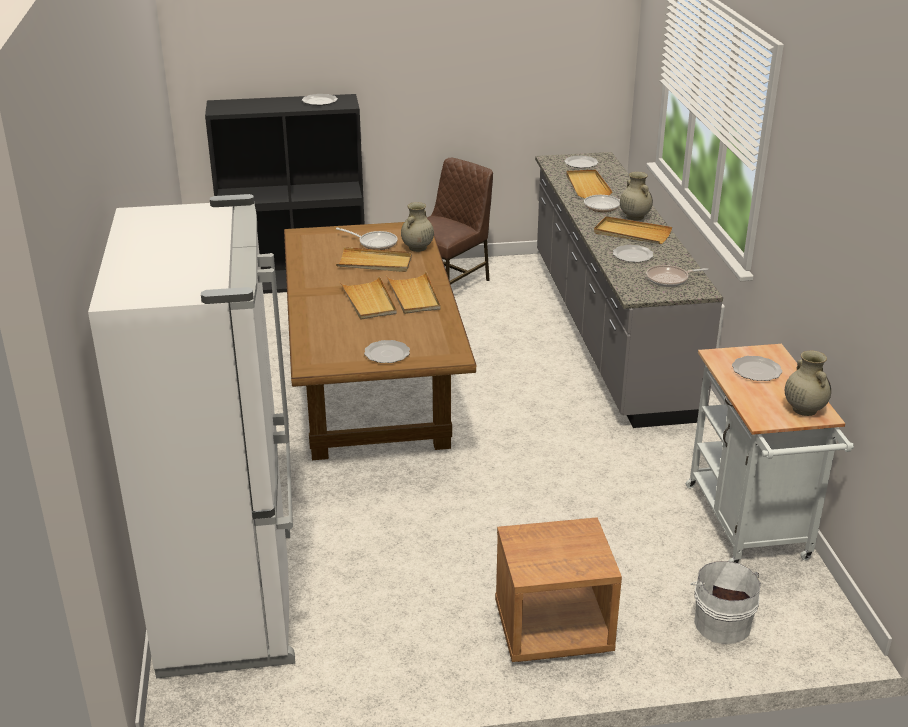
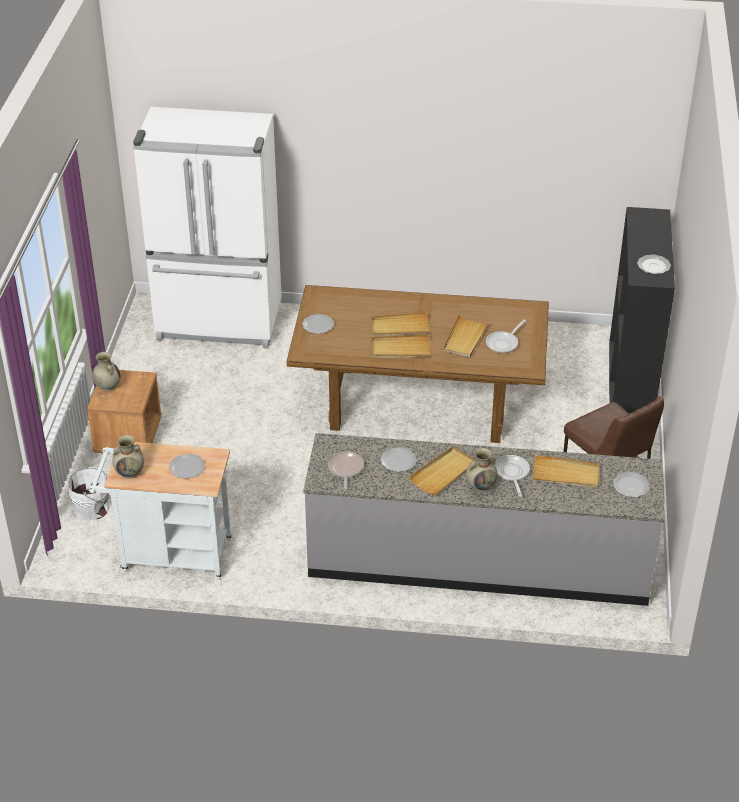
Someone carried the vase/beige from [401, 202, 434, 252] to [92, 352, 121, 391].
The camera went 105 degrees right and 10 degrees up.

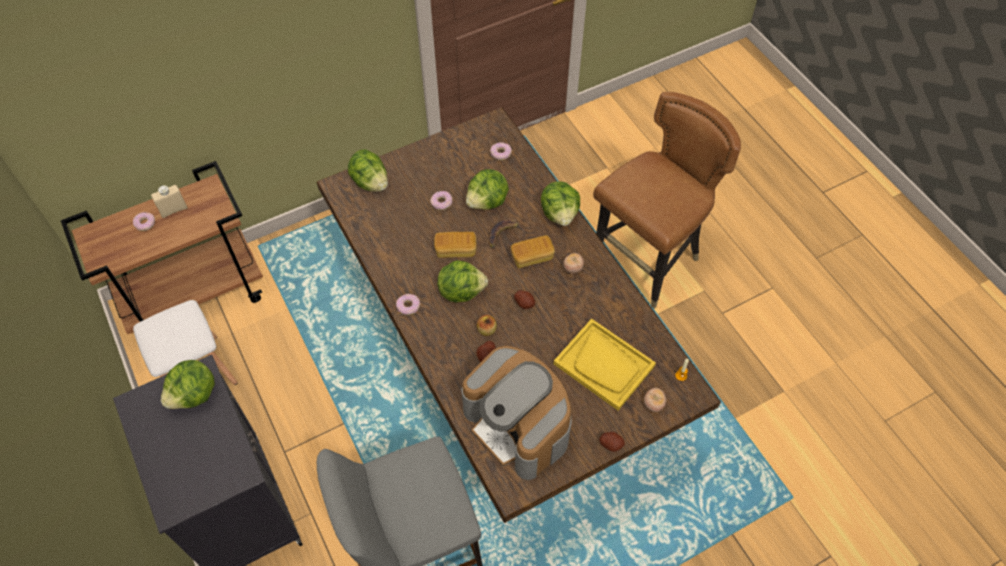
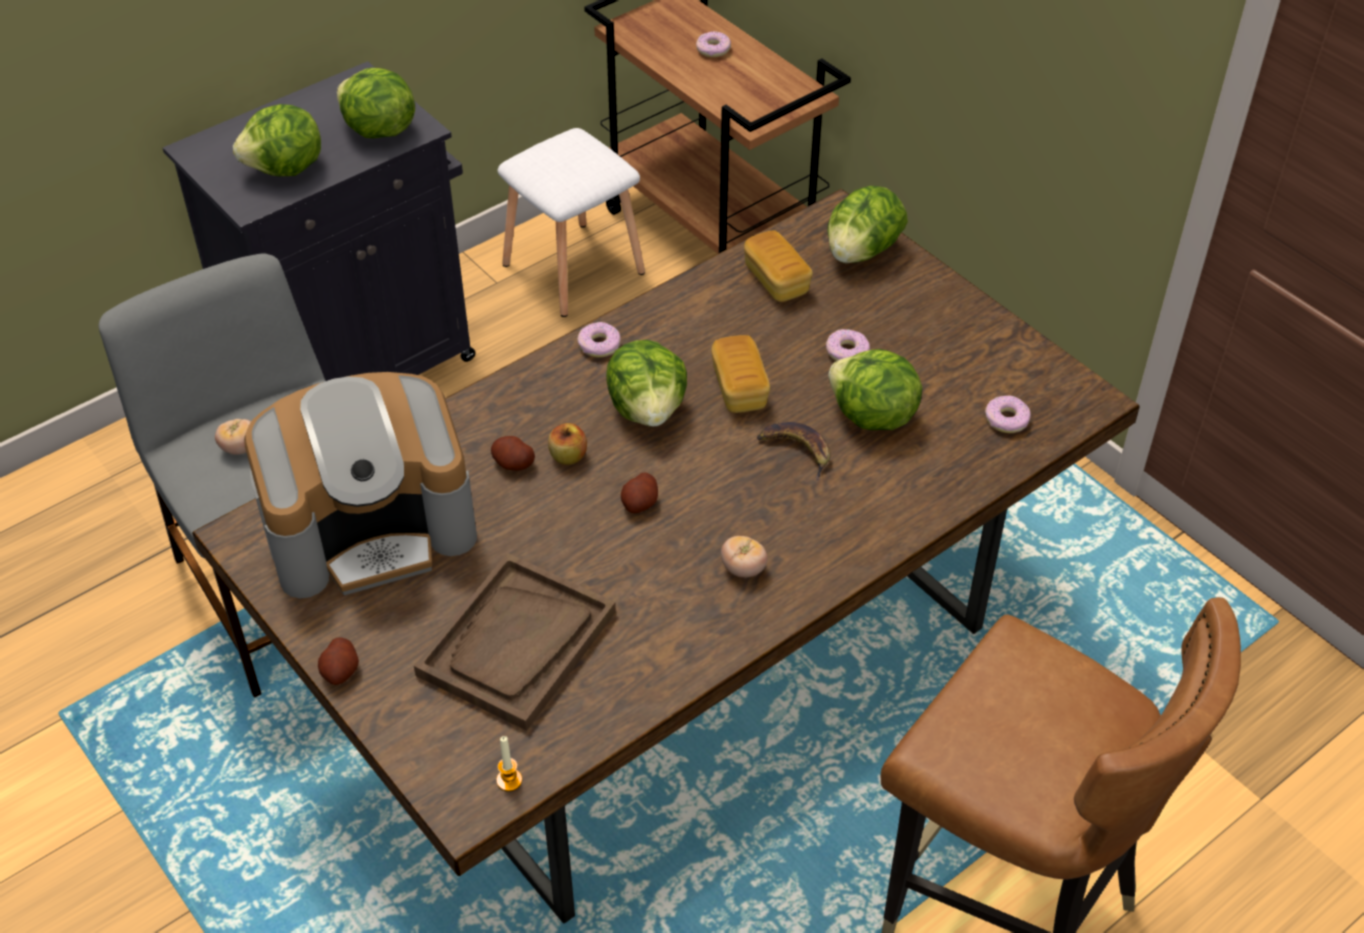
Someone carried the tomato from [644, 388, 666, 412] to [215, 419, 251, 455].
Someone carried the lettuce from [541, 181, 580, 226] to [233, 104, 321, 176].
Someone rotated the coffee machine at [461, 346, 572, 480] by 150 degrees counterclockwise.
Someone repainted the tray/yellow at [554, 318, 656, 410], which became the tray/brown at [414, 553, 616, 731].
Someone carried the bread from [511, 235, 555, 268] to [744, 230, 813, 302].
Someone took away the bottle/beige at [151, 185, 188, 218].
The camera went 80 degrees right and 10 degrees down.

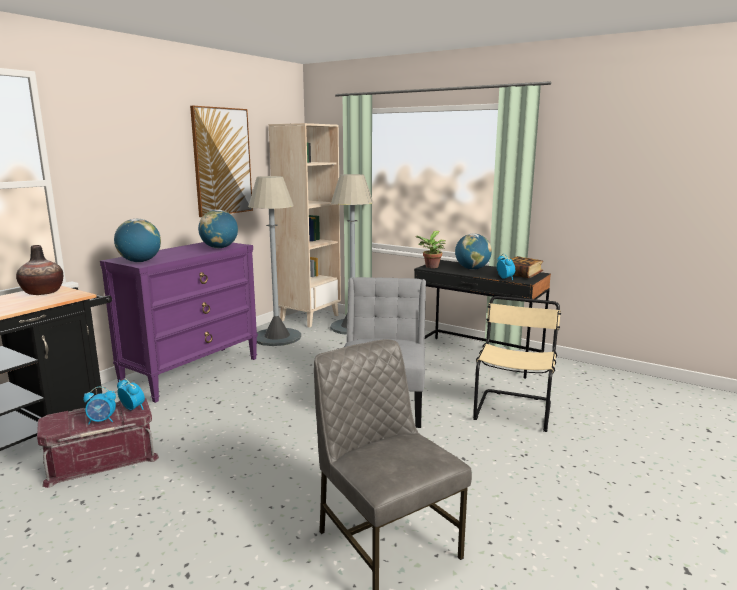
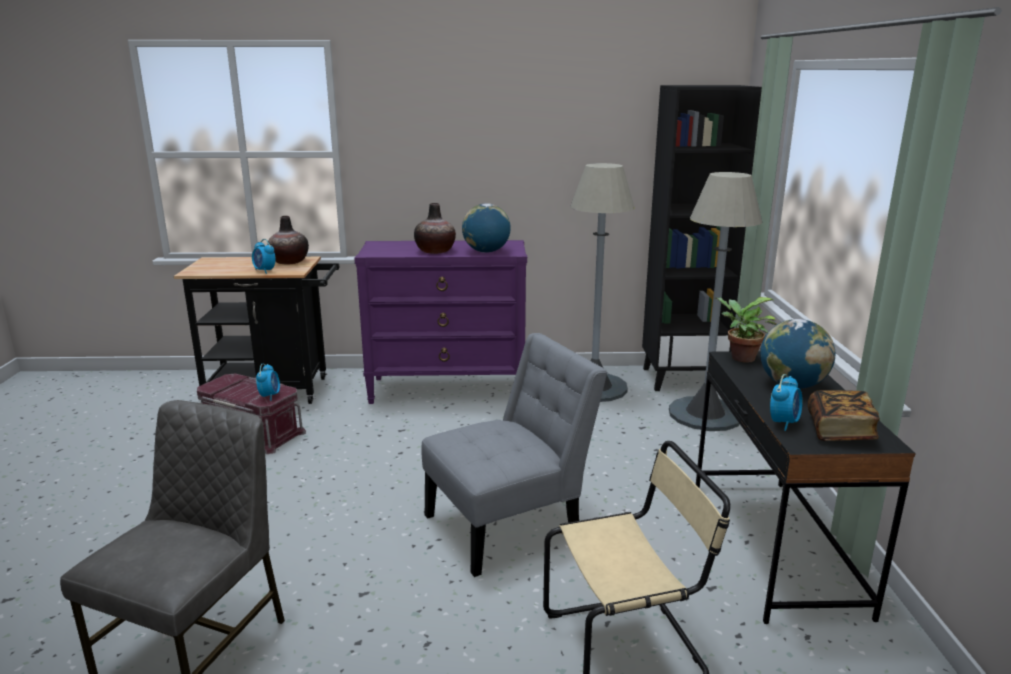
Someone carried the alarm clock from [83, 387, 116, 425] to [252, 239, 275, 274].
Someone put down the vase at [414, 203, 456, 254].
Someone repainted the bookcase/beige at [269, 123, 341, 327], which became the bookcase/black at [642, 85, 762, 391].
Someone took away the globe at [114, 219, 161, 262].
Someone took away the picture at [190, 106, 253, 218].
The camera went 55 degrees right and 5 degrees up.

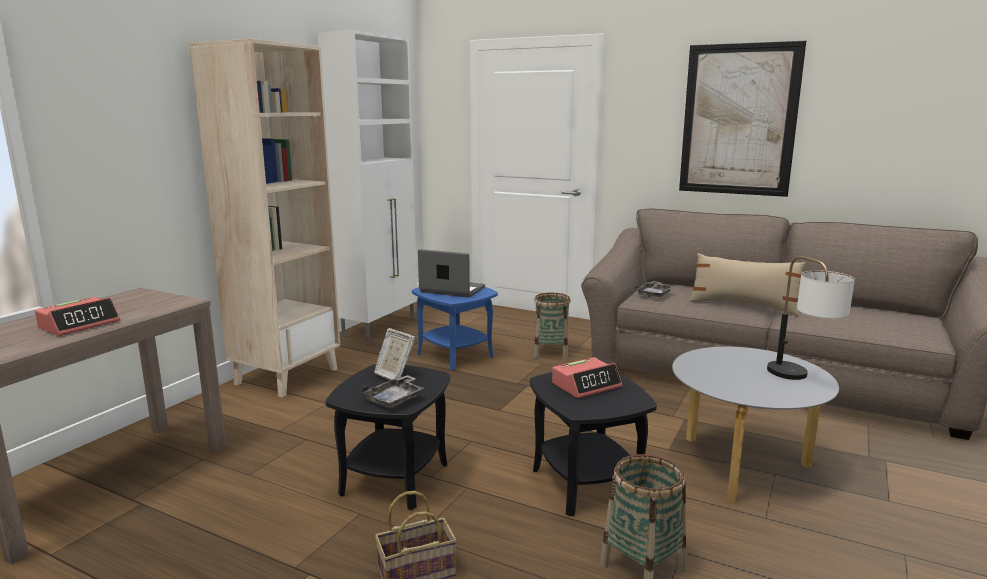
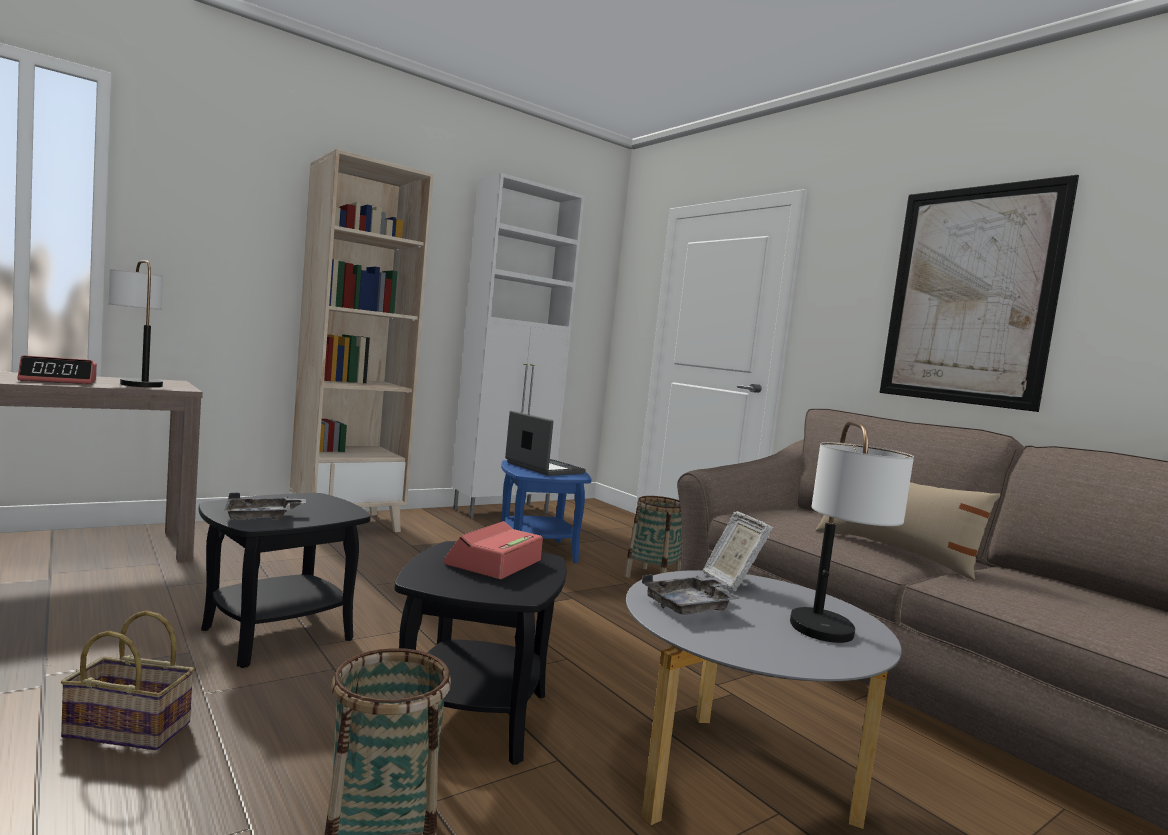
Someone put down the table lamp at [109, 260, 163, 387].
Someone rotated the alarm clock at [552, 357, 622, 398] by 120 degrees clockwise.
Someone carried the tray/grey from [635, 281, 674, 297] to [642, 574, 740, 615].
Someone carried the picture frame from [374, 328, 415, 380] to [703, 511, 773, 591].
The camera went 25 degrees right and 10 degrees down.

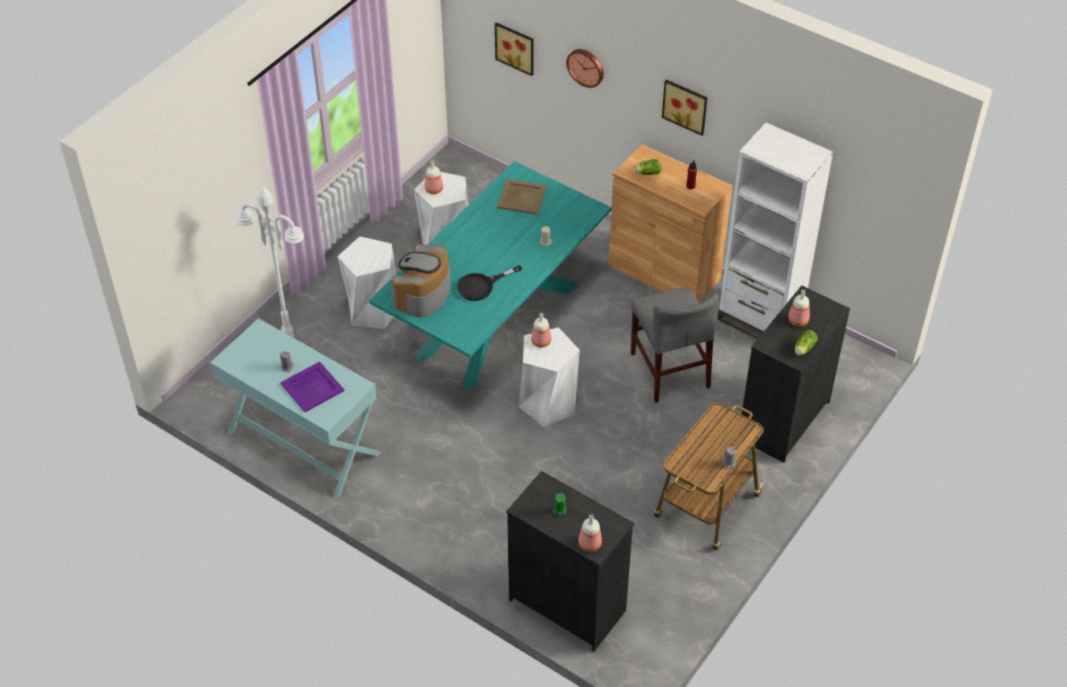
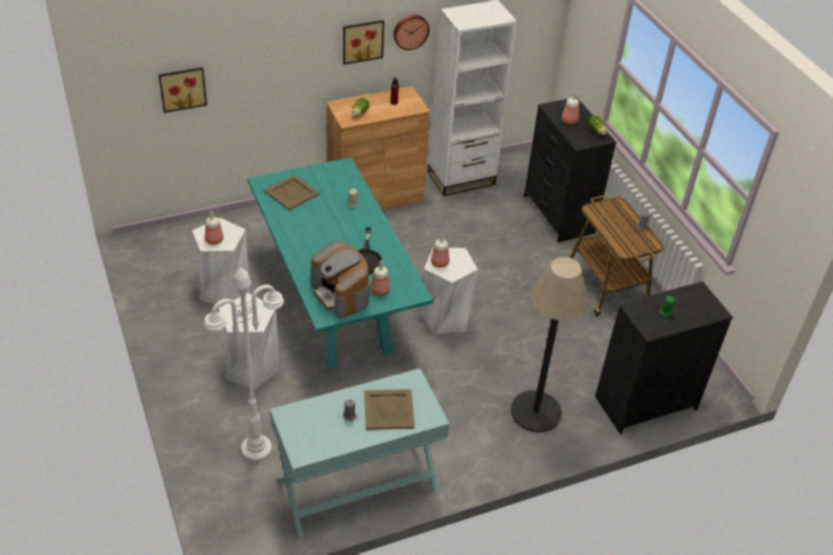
Someone repainted the tray/purple at [281, 361, 344, 412], which became the tray/beige at [364, 389, 415, 430].
Someone carried the bottle from [578, 514, 602, 552] to [370, 260, 390, 296].
Someone carried the wall clock from [566, 49, 604, 88] to [393, 15, 429, 50].
Someone put down the floor lamp at [511, 257, 589, 432].
Someone took away the chair/grey at [631, 286, 719, 403].
The camera went 60 degrees left and 5 degrees down.

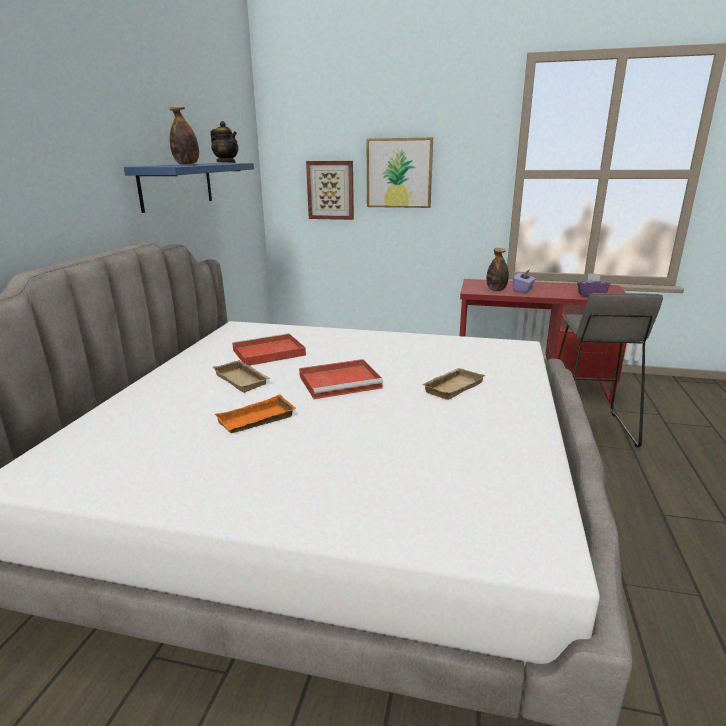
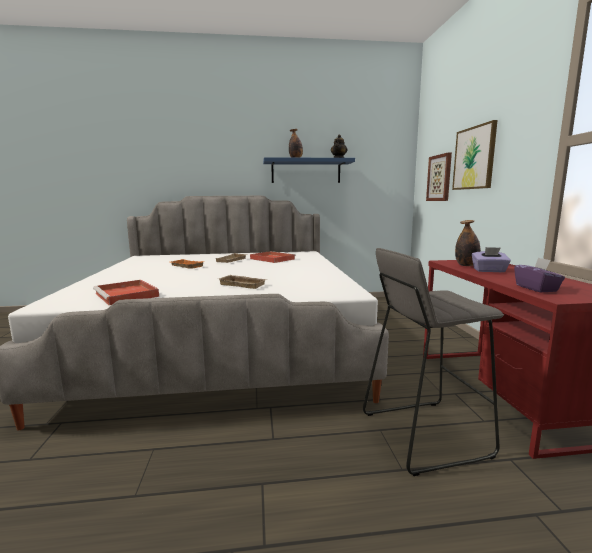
Someone carried the tray/red from [299, 359, 383, 399] to [93, 280, 159, 305].
The camera went 70 degrees right and 10 degrees down.

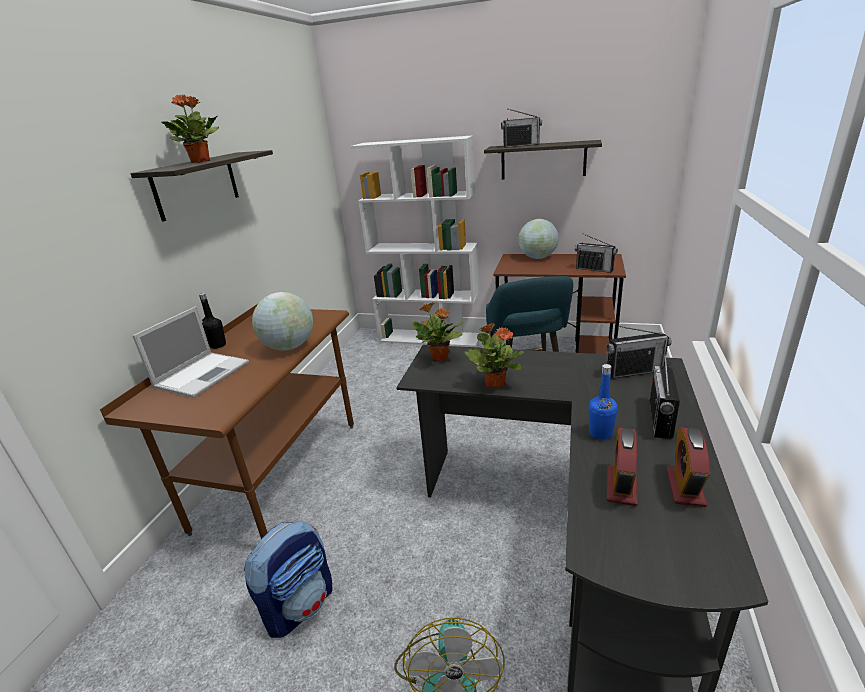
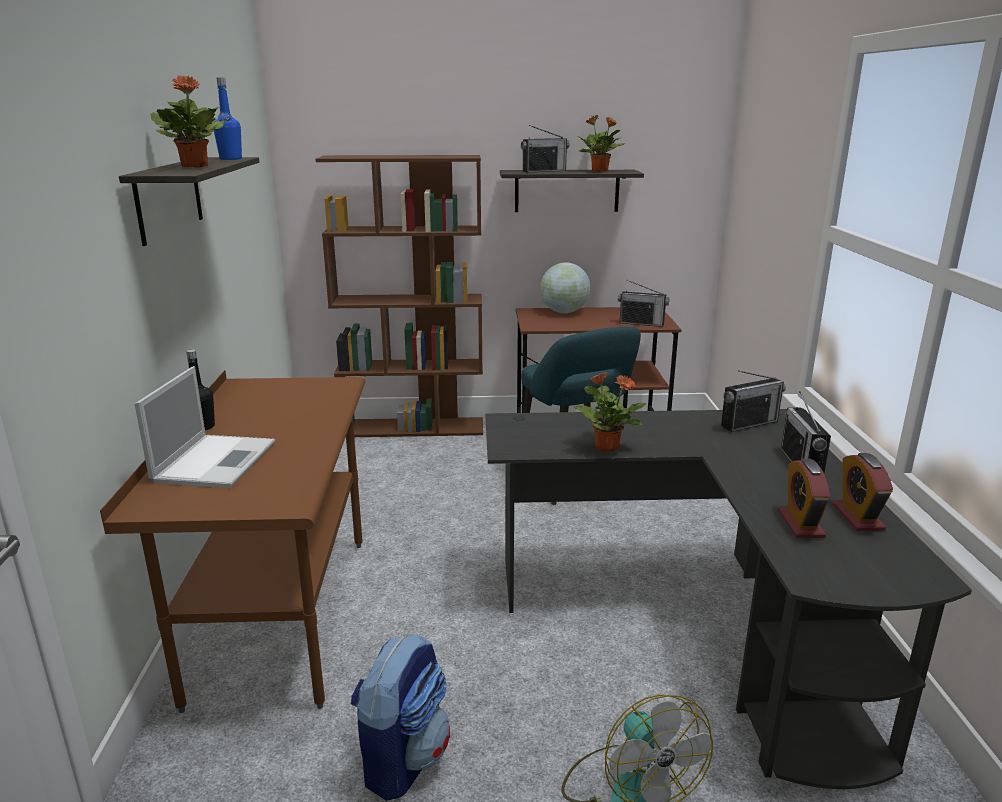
Someone carried the bottle/blue from [589, 364, 618, 440] to [214, 78, 242, 160].
Someone repainted the bookcase/white at [350, 135, 479, 347], which became the bookcase/brown at [316, 155, 483, 438].
Someone carried the potted plant from [412, 302, 463, 362] to [578, 115, 626, 172].
Someone took away the globe at [252, 292, 313, 351].
The camera went 20 degrees left and 5 degrees down.

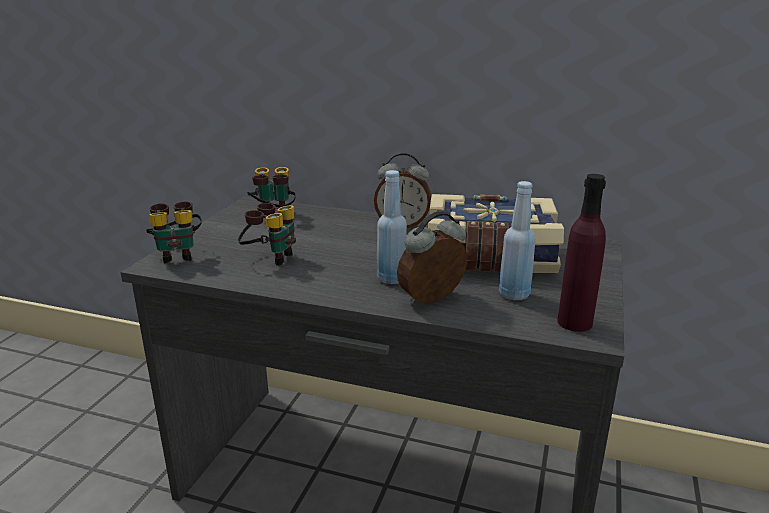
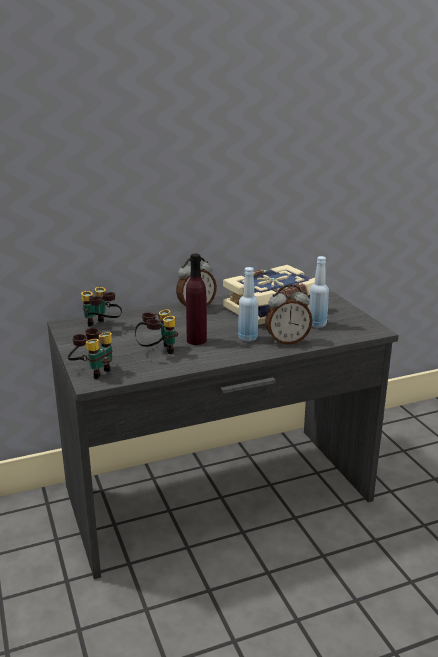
Someone carried the bottle/purple from [557, 174, 606, 332] to [186, 254, 207, 345].
Someone rotated the alarm clock at [397, 211, 467, 304] by 120 degrees counterclockwise.
The camera went 40 degrees left and 0 degrees up.

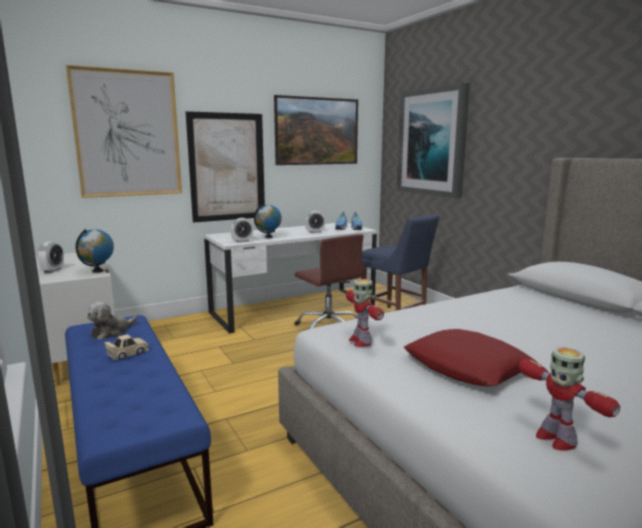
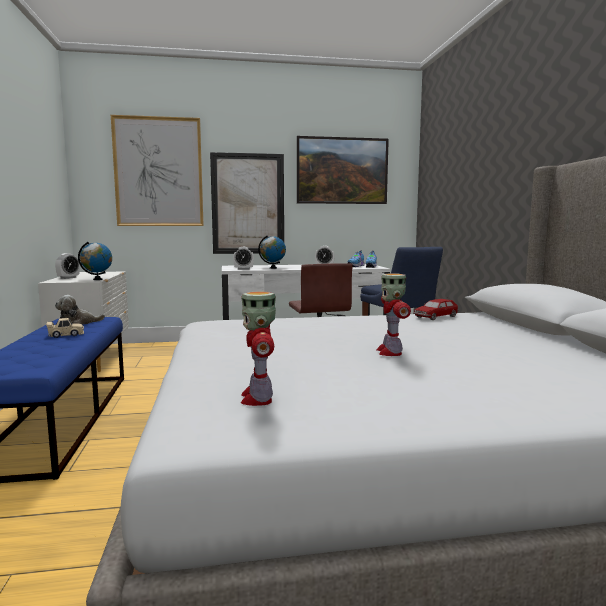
Someone carried the toy robot from [346, 279, 384, 347] to [377, 273, 411, 356].
Someone put down the toy car at [413, 299, 459, 320].
Someone took away the picture at [397, 82, 470, 198].
Someone took away the pillow/red at [404, 329, 538, 386].
The camera went 20 degrees right and 5 degrees down.

